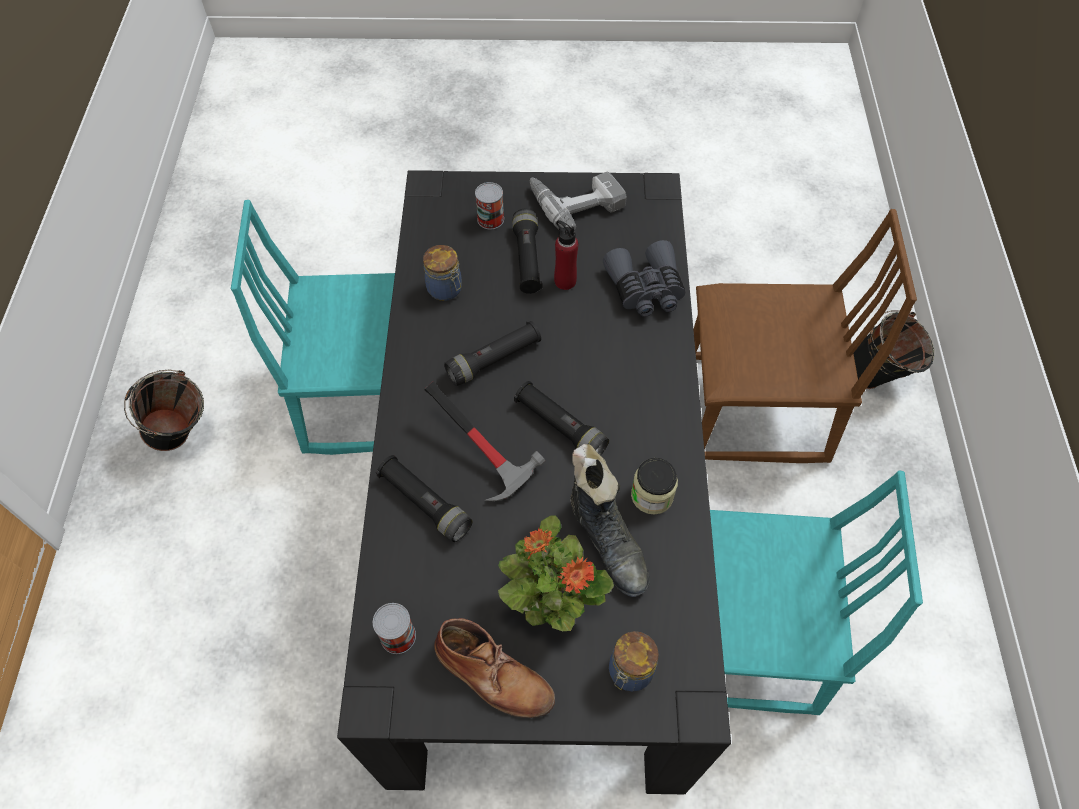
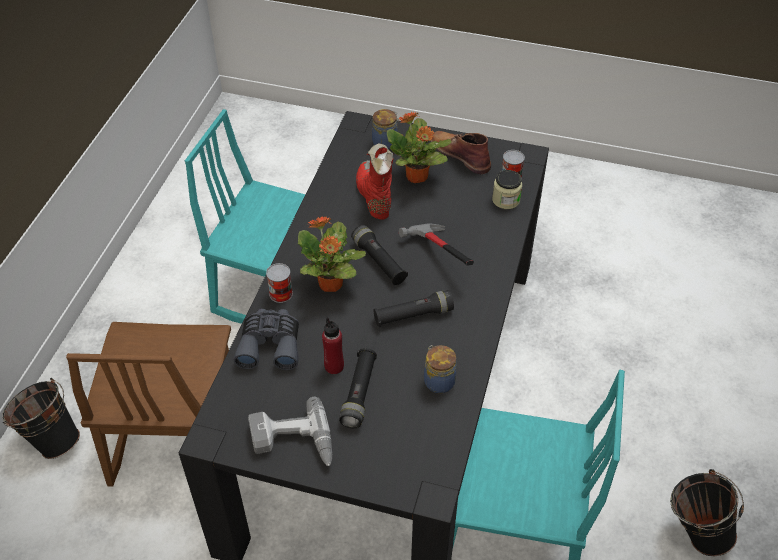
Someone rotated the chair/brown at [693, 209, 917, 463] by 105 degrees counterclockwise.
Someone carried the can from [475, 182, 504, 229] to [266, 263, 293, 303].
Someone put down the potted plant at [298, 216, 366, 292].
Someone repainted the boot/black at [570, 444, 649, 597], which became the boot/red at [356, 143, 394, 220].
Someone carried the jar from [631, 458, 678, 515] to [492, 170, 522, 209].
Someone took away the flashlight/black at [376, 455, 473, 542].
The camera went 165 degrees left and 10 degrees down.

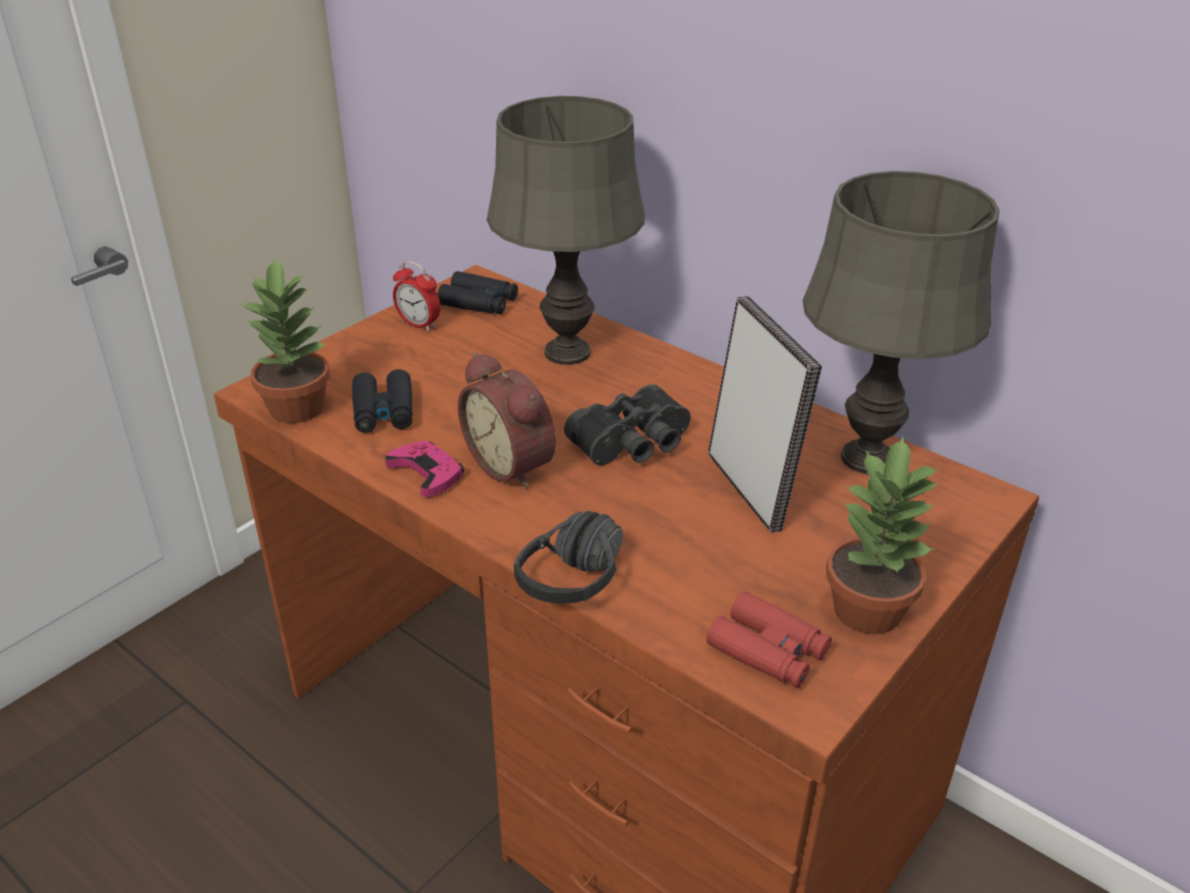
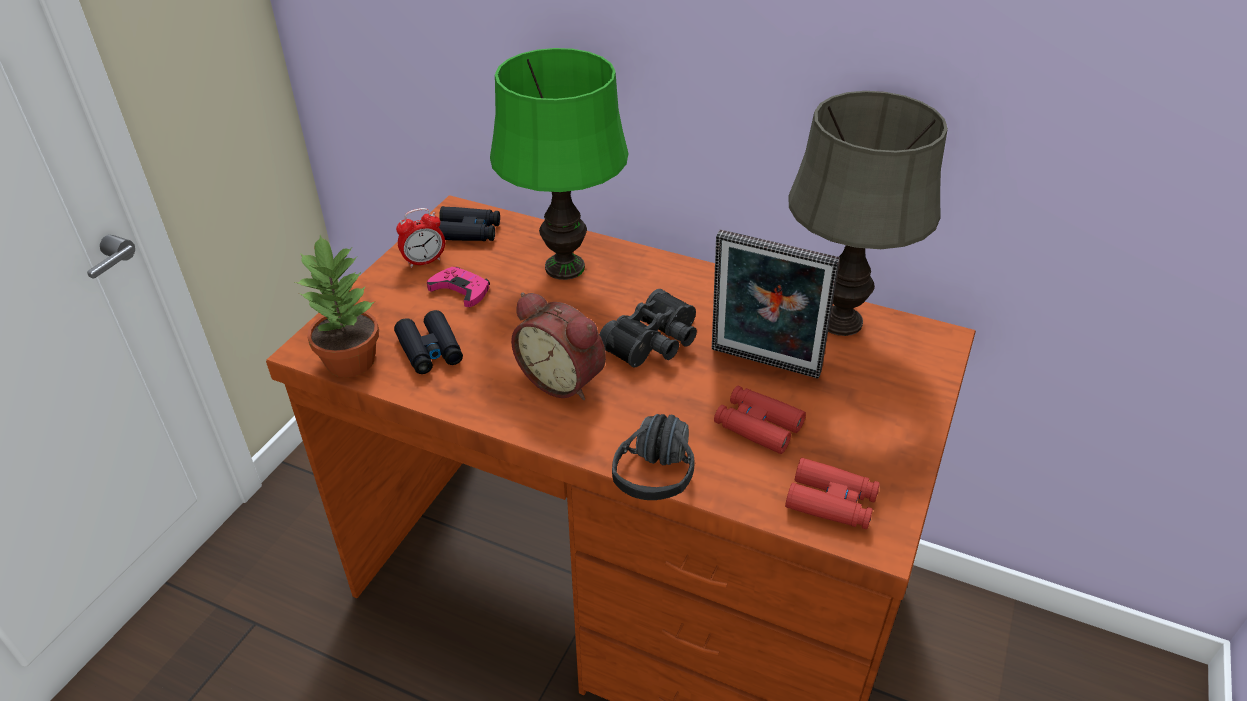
Someone rotated the alarm clock at [393, 261, 441, 331] by 45 degrees counterclockwise.
Someone carried the game controller/pink from [385, 441, 464, 497] to [427, 267, 490, 307].
Someone repainted the table lamp/grey at [487, 96, 645, 365], which became the table lamp/green at [490, 48, 629, 280].
Someone rotated the picture frame at [708, 296, 822, 533] by 150 degrees clockwise.
Someone put down the binoculars/red at [714, 386, 806, 454].
Someone took away the potted plant at [826, 437, 941, 634].
The camera went 15 degrees left and 5 degrees up.

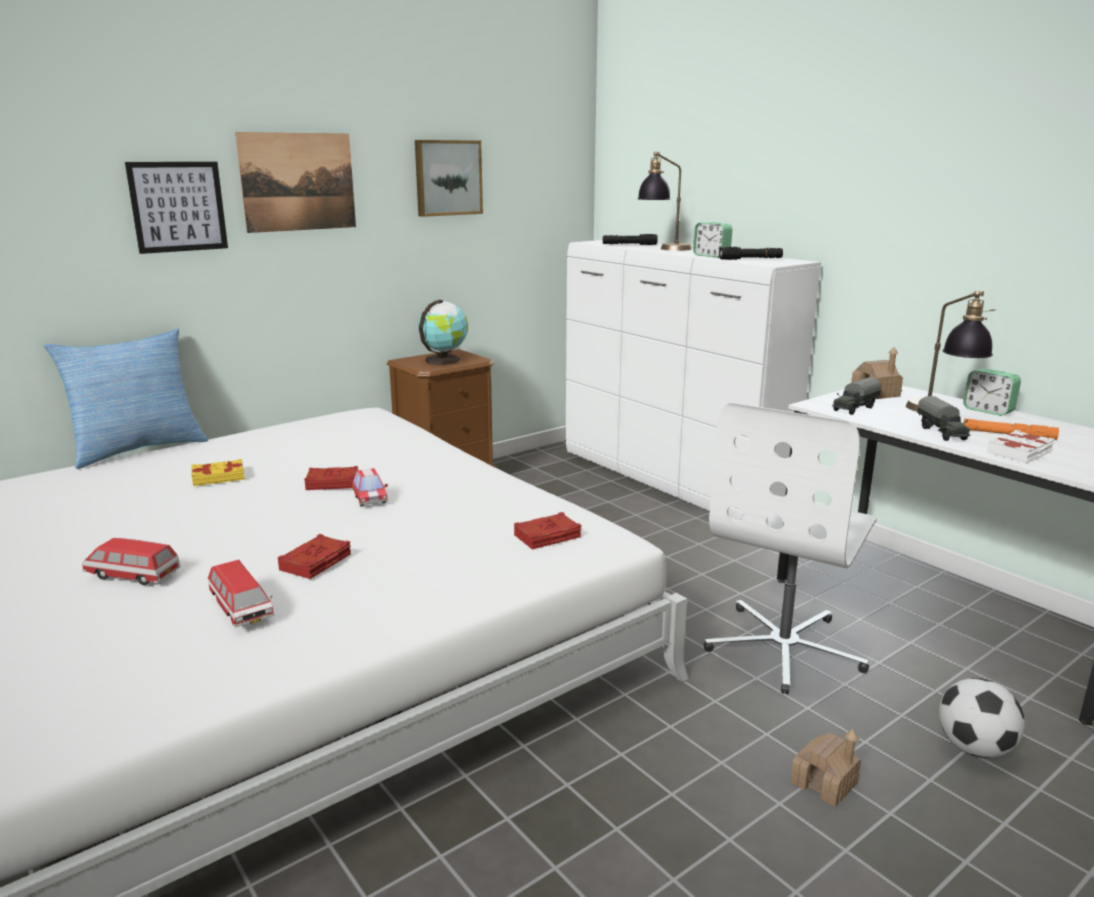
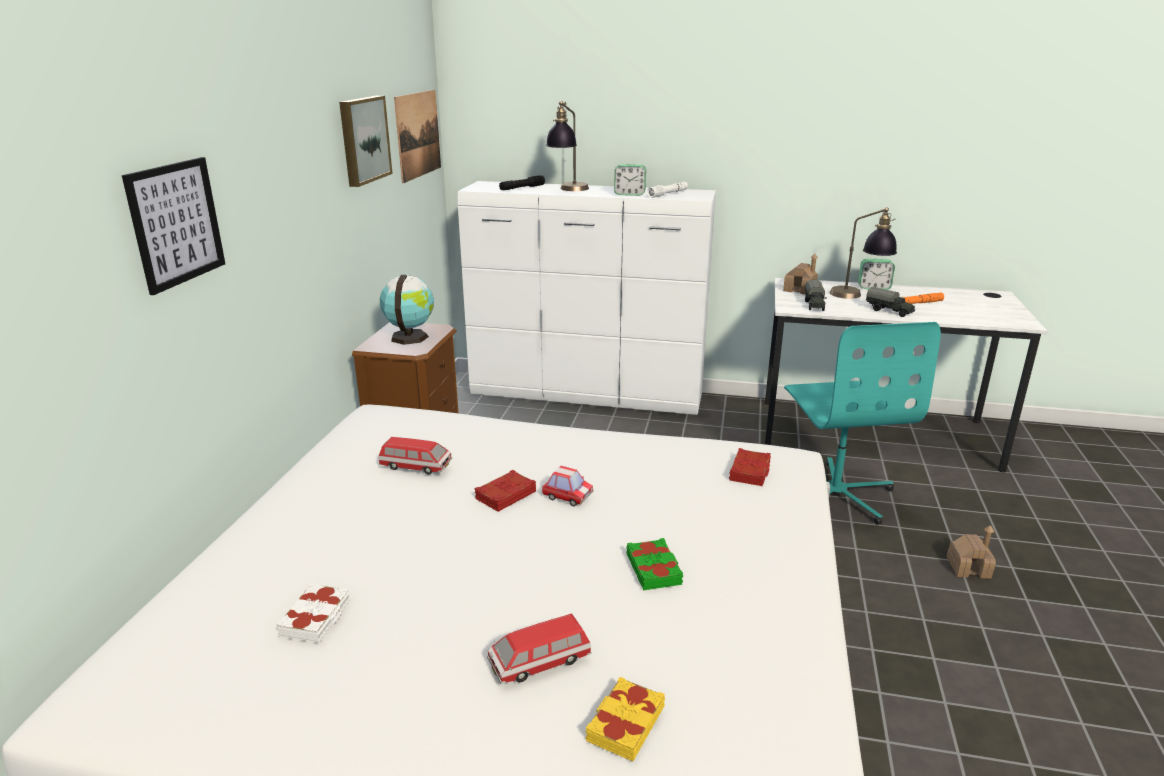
Someone carried the book/white from [987, 430, 1055, 463] to [276, 583, 351, 643].
Someone carried the toy car from [208, 560, 275, 627] to [378, 437, 452, 475].
Someone carried the picture from [235, 132, 356, 233] to [394, 90, 441, 183].
Someone carried the book/yellow from [191, 459, 245, 486] to [586, 677, 665, 761].
Someone repainted the book/red at [277, 534, 351, 579], which became the book/green at [626, 538, 683, 590].
Someone repainted the flashlight/black at [719, 247, 783, 260], which became the flashlight/white at [647, 182, 688, 198].
Someone repainted the office chair/white at [704, 403, 877, 694], which became the office chair/turquoise at [784, 322, 941, 525].
Someone took away the pillow at [43, 328, 208, 469].
Someone took away the football at [939, 678, 1025, 758].
The camera went 40 degrees left and 5 degrees up.

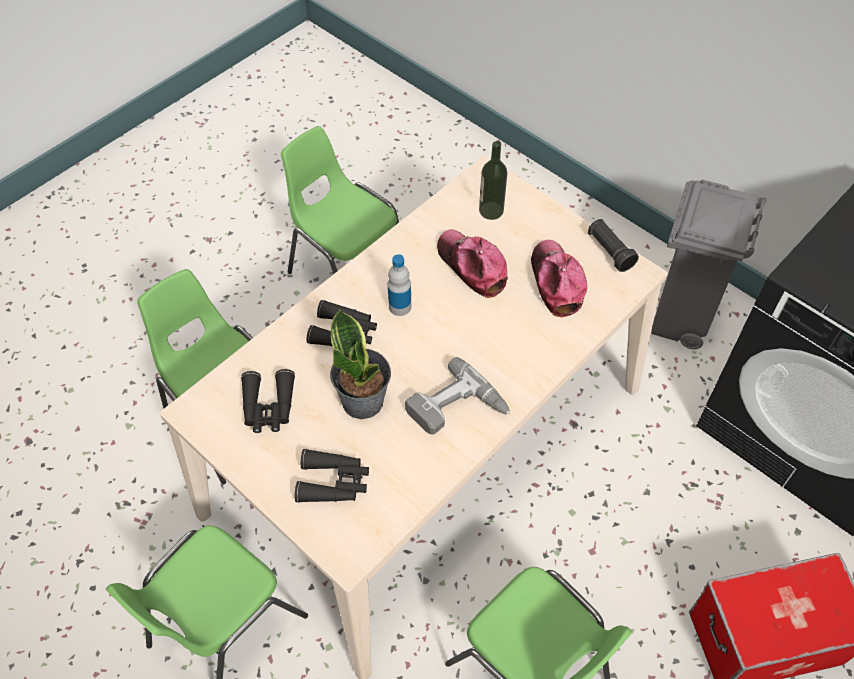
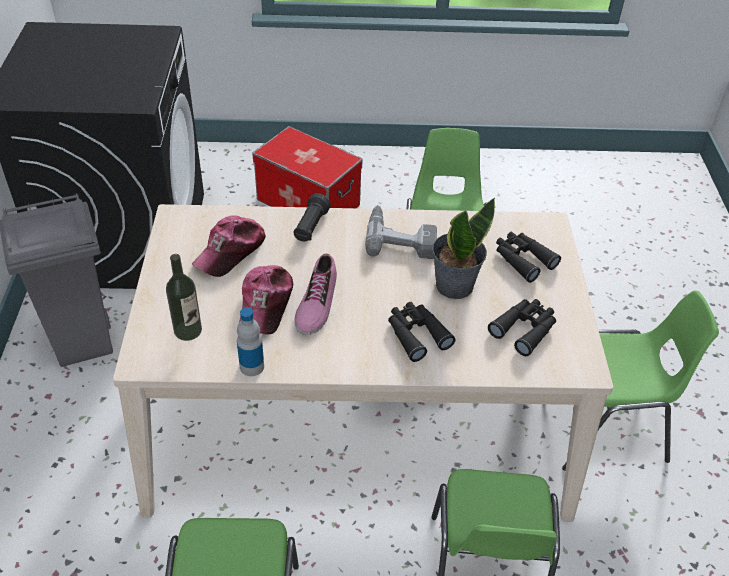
Someone carried the bottle from [388, 254, 411, 316] to [237, 307, 264, 376].
Someone carried the flashlight/black from [588, 219, 639, 272] to [294, 193, 331, 242].
Someone put down the shoe at [294, 254, 337, 335].
The camera went 135 degrees left and 10 degrees down.

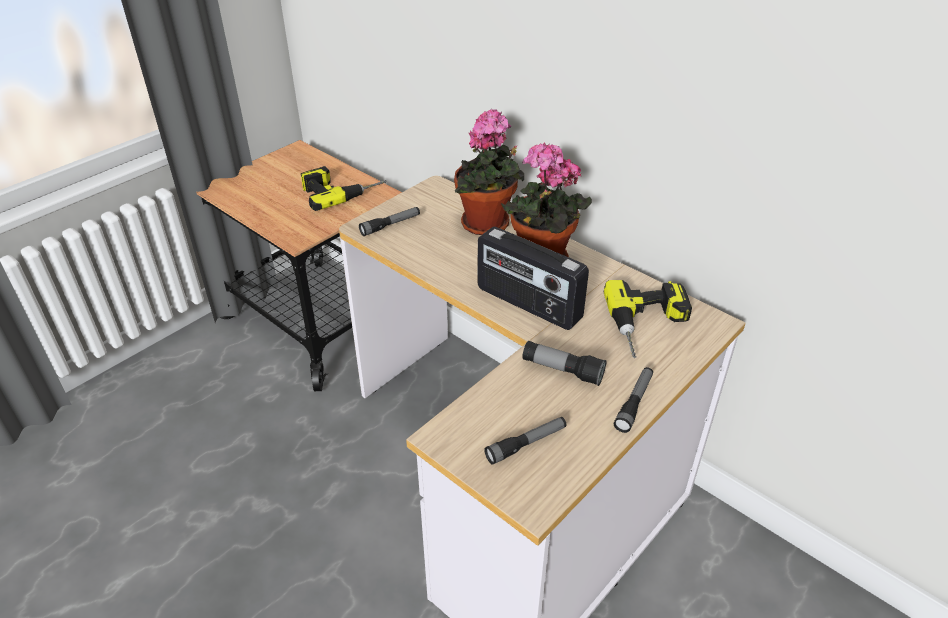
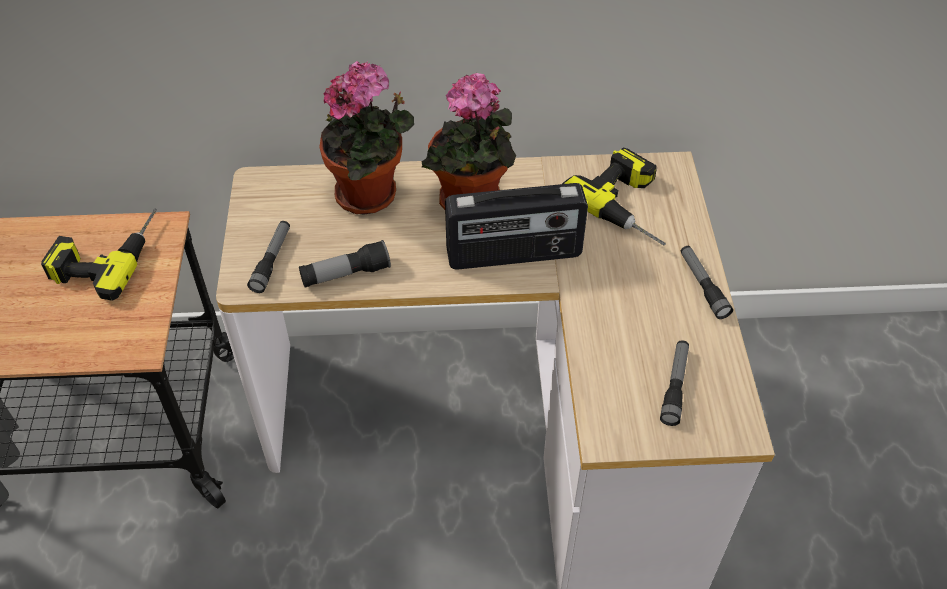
Someone carried the flashlight from [522, 341, 606, 386] to [299, 240, 391, 287].
The camera went 45 degrees left and 10 degrees up.

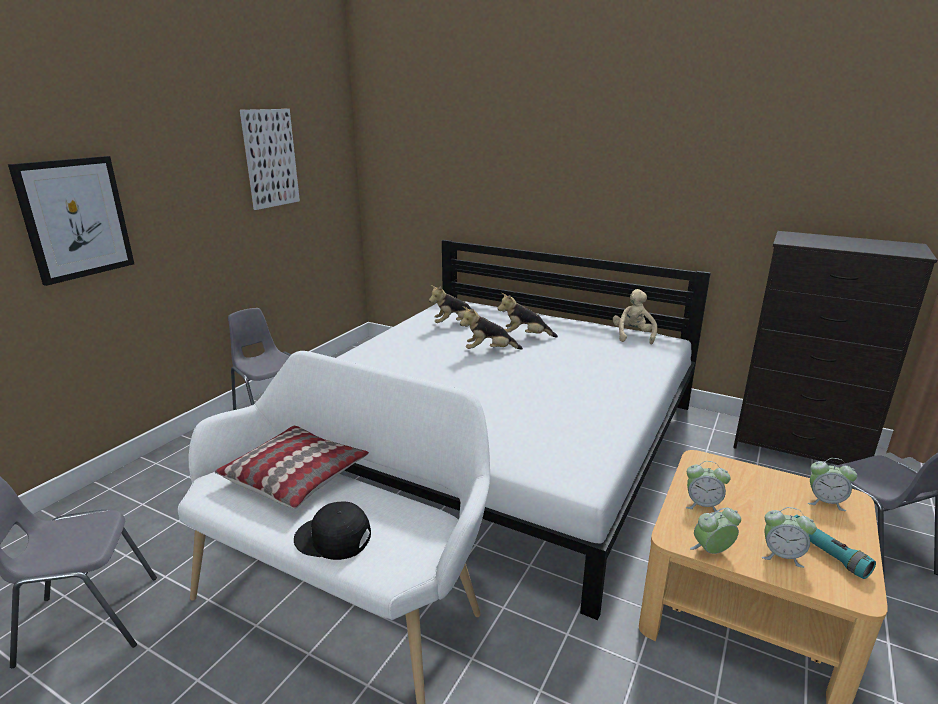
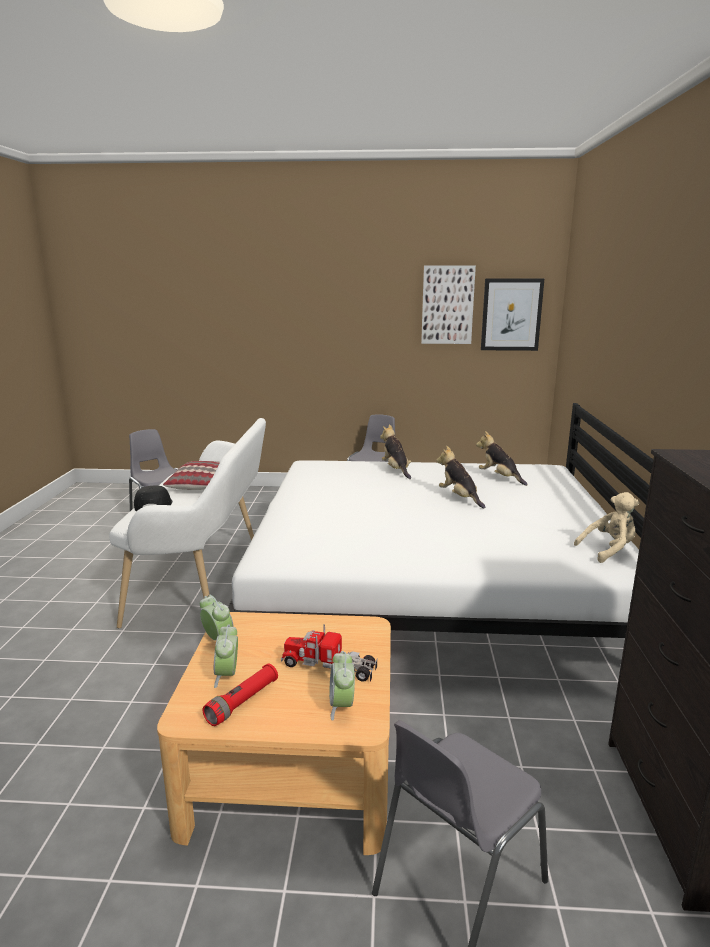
Someone repainted the flashlight/turquoise at [793, 515, 876, 579], which became the flashlight/red at [203, 664, 278, 726].
Someone put down the toy truck at [281, 624, 378, 682].
Someone carried the plush toy from [497, 293, 558, 337] to [380, 424, 411, 479].
Someone carried the picture from [8, 156, 134, 286] to [481, 279, 544, 351].
Someone took away the alarm clock at [685, 461, 731, 512].
The camera went 65 degrees right and 5 degrees down.

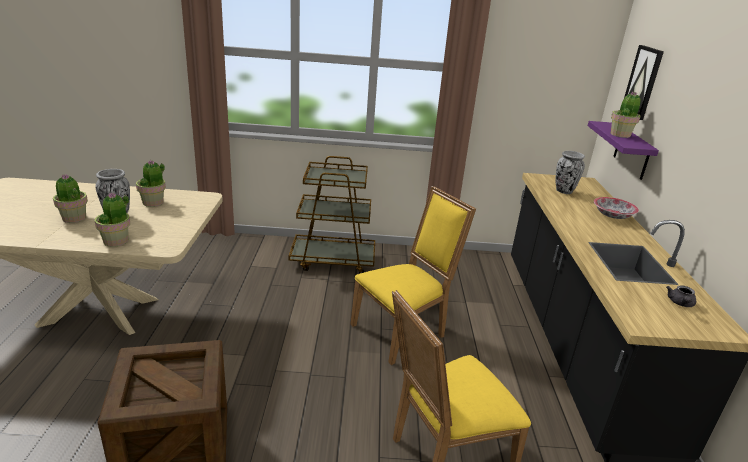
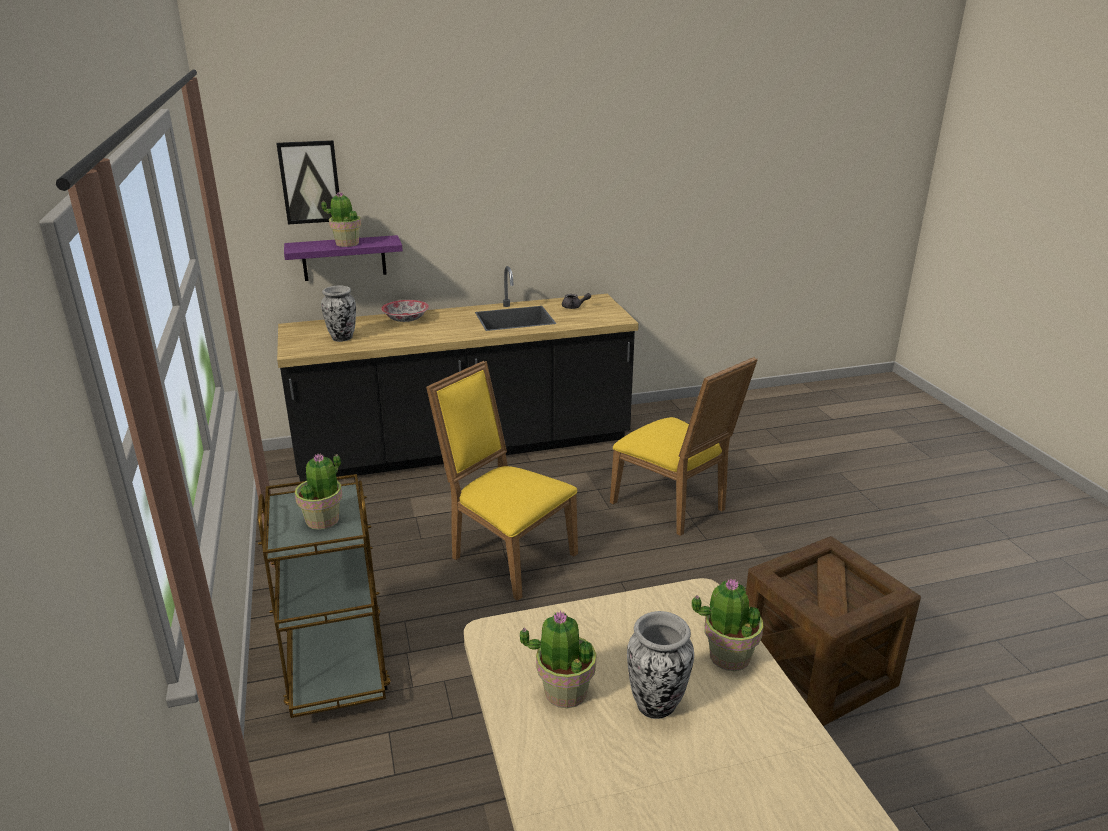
Someone carried the potted plant from [53, 174, 88, 223] to [295, 454, 342, 530].
The camera went 105 degrees left and 0 degrees up.

